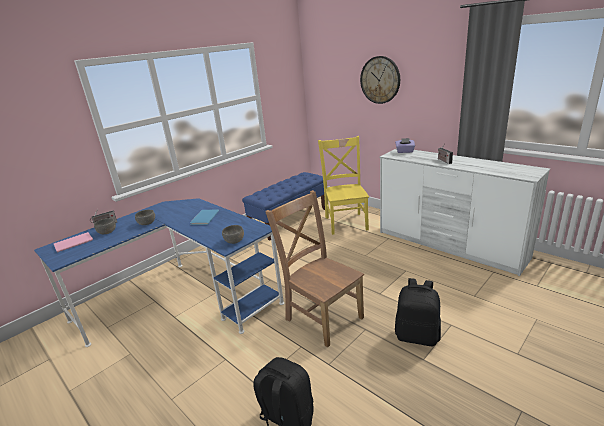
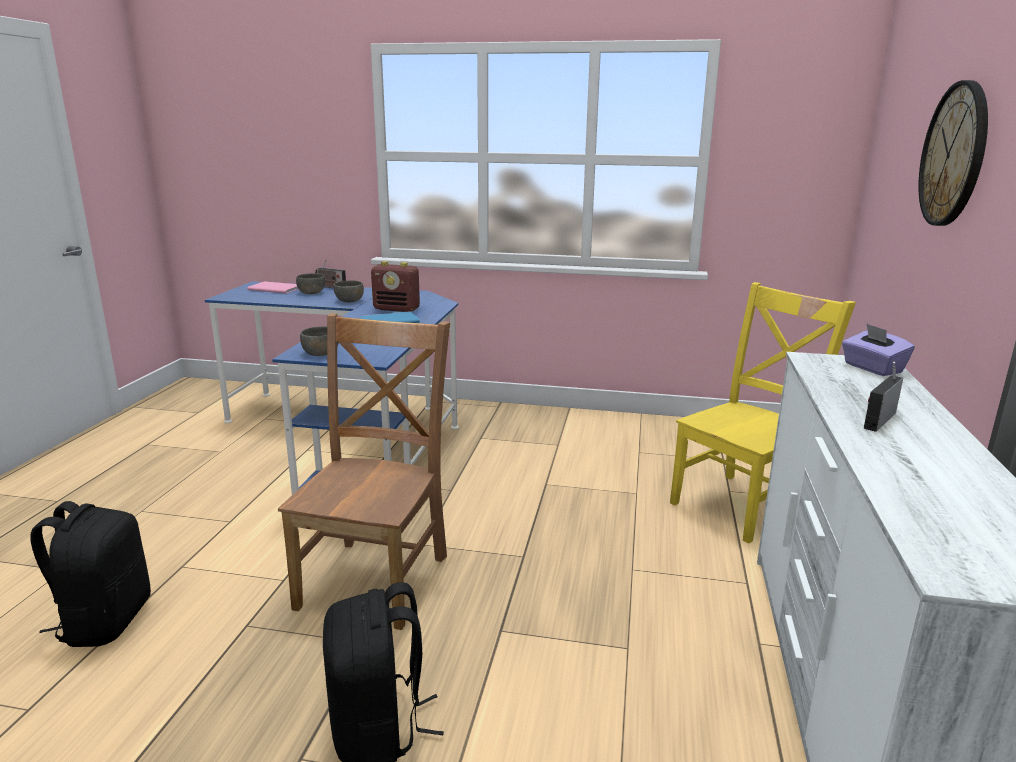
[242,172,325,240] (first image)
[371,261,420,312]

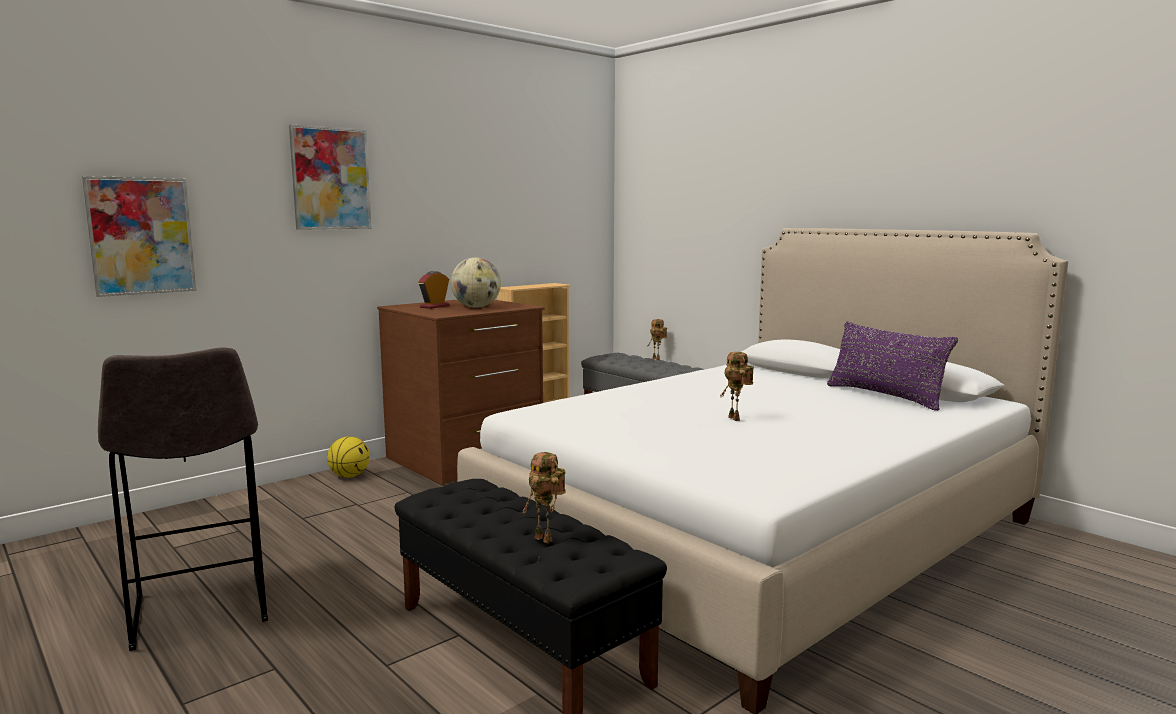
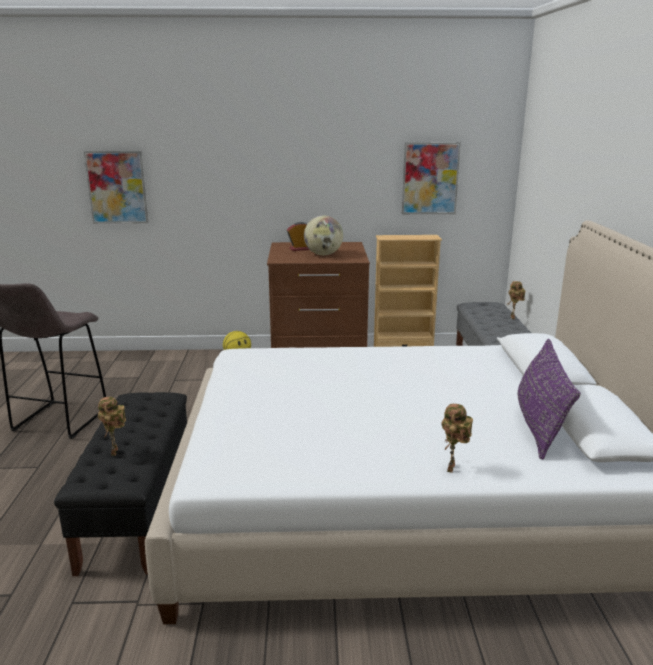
[402,142,461,214]
[442,404,473,473]

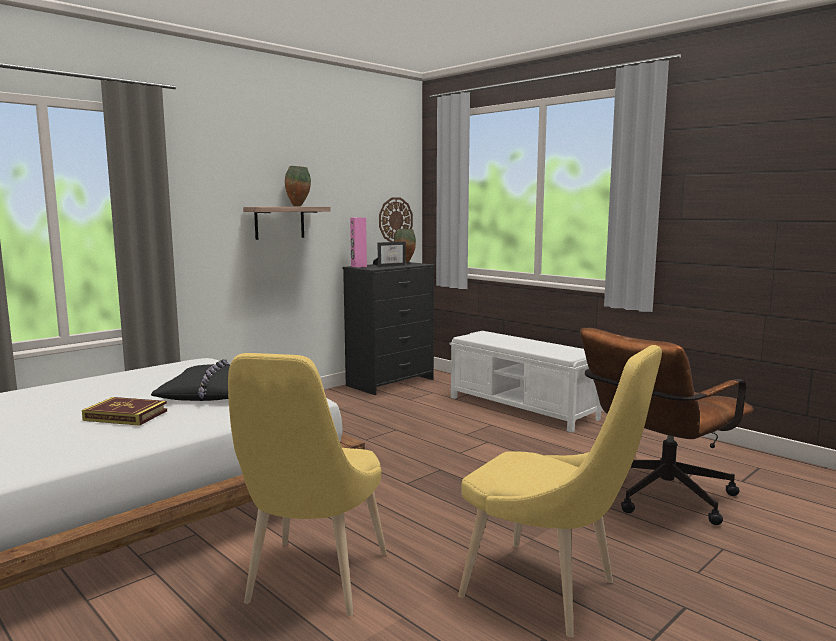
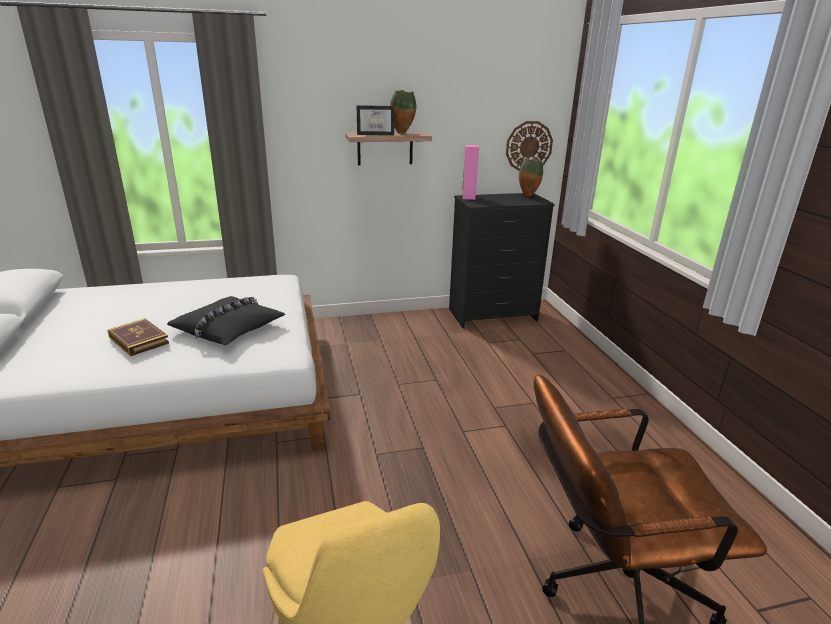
[228,353,387,616] (first image)
[357,105,395,135]
[450,331,601,433] (first image)

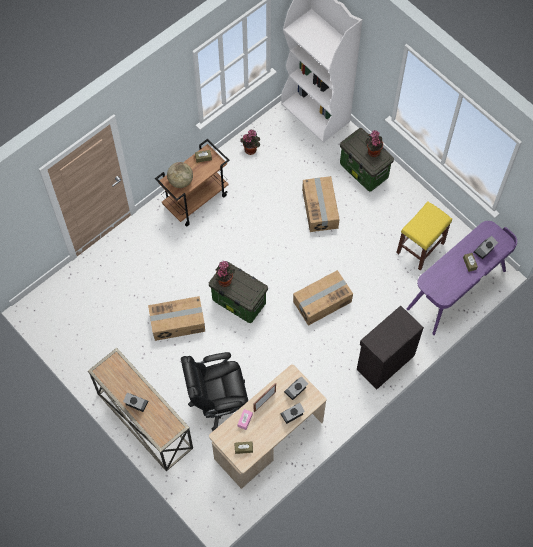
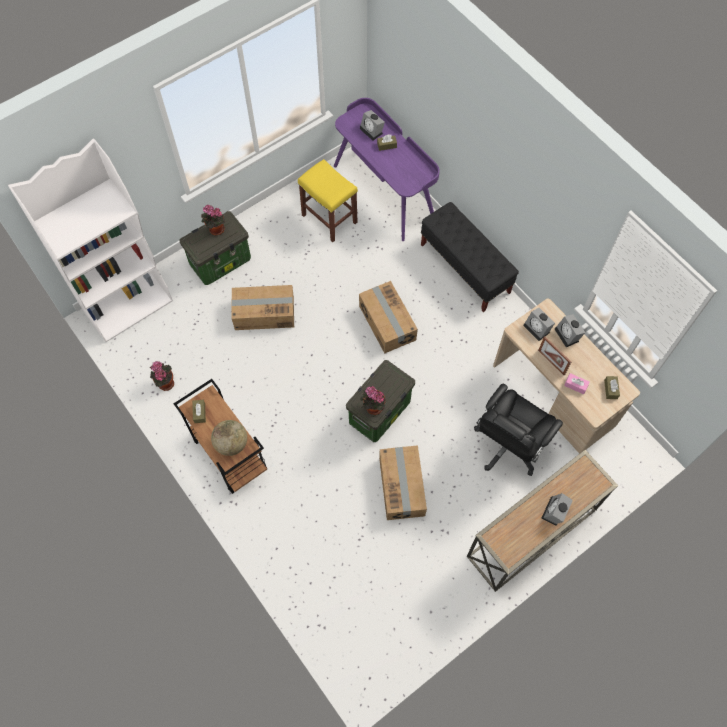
[474,384,563,476]
[421,202,519,312]

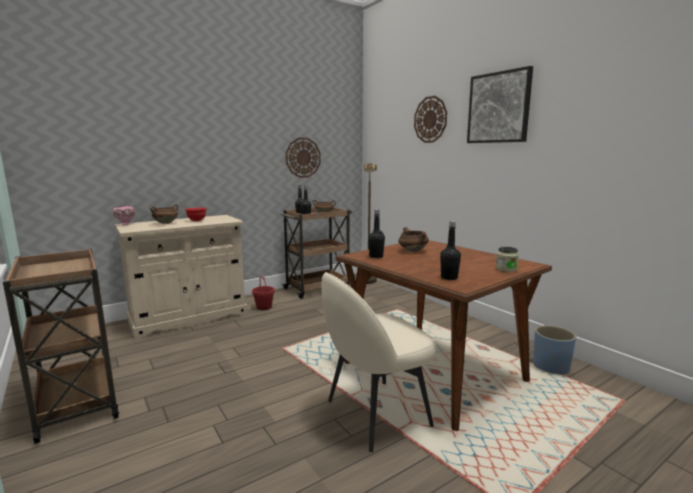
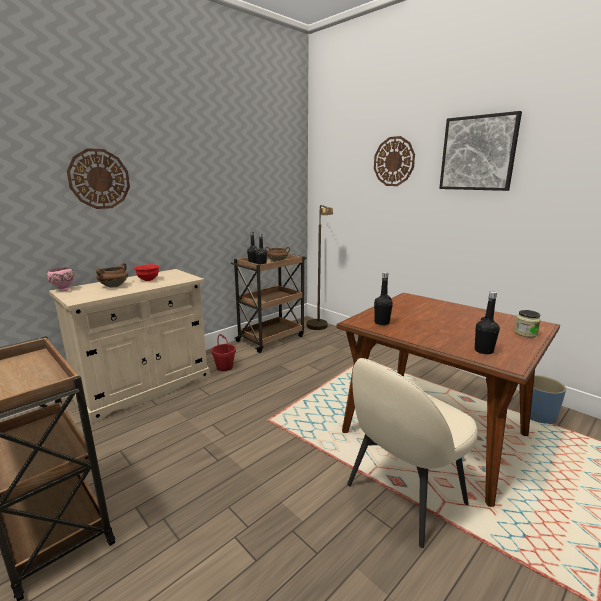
[67,148,130,209]
[398,227,429,252] (first image)

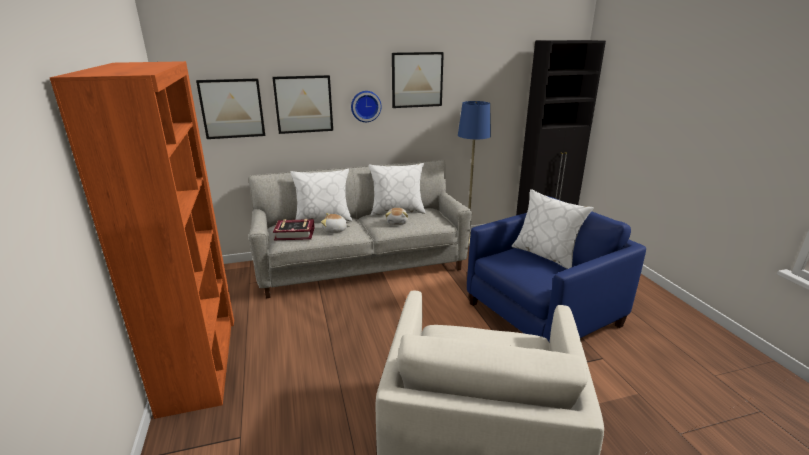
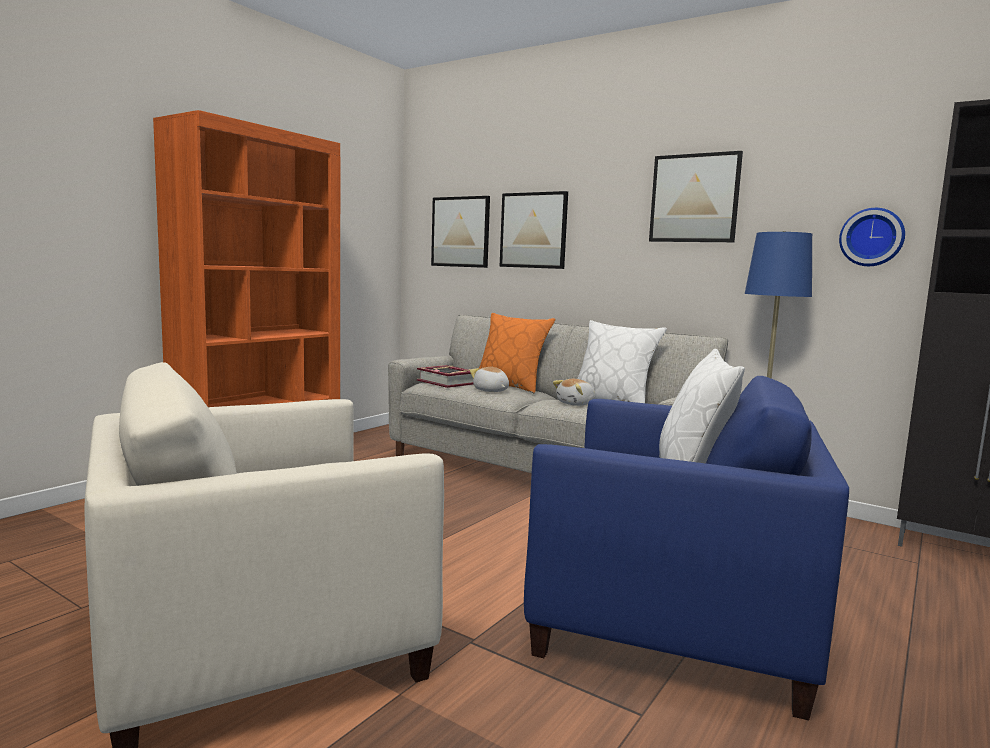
[479,313,555,393]
[839,208,905,266]

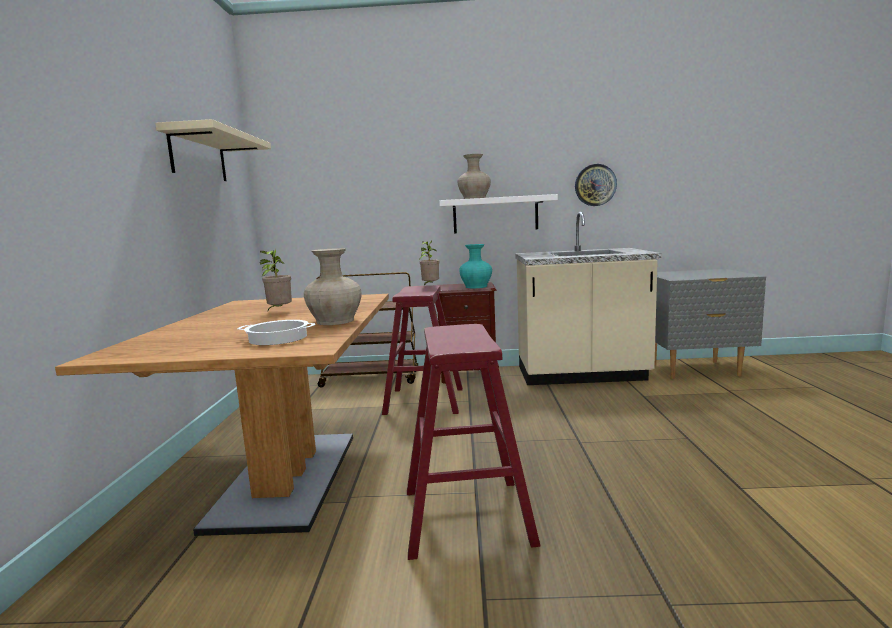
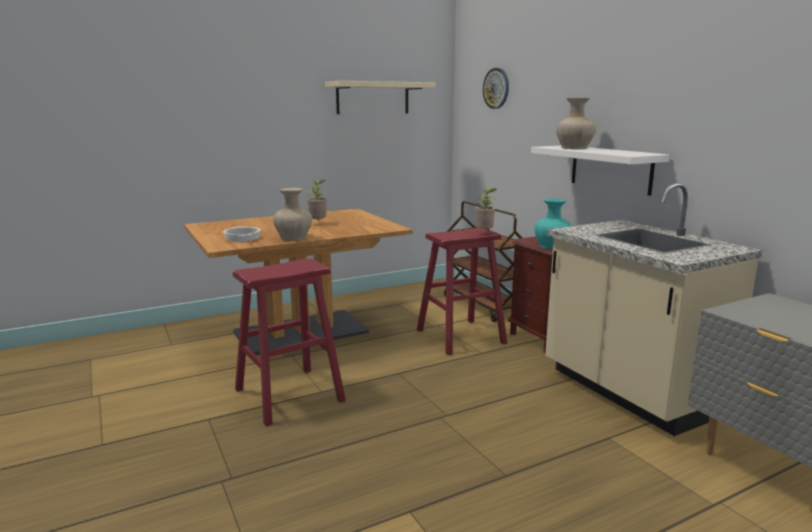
[483,68,509,109]

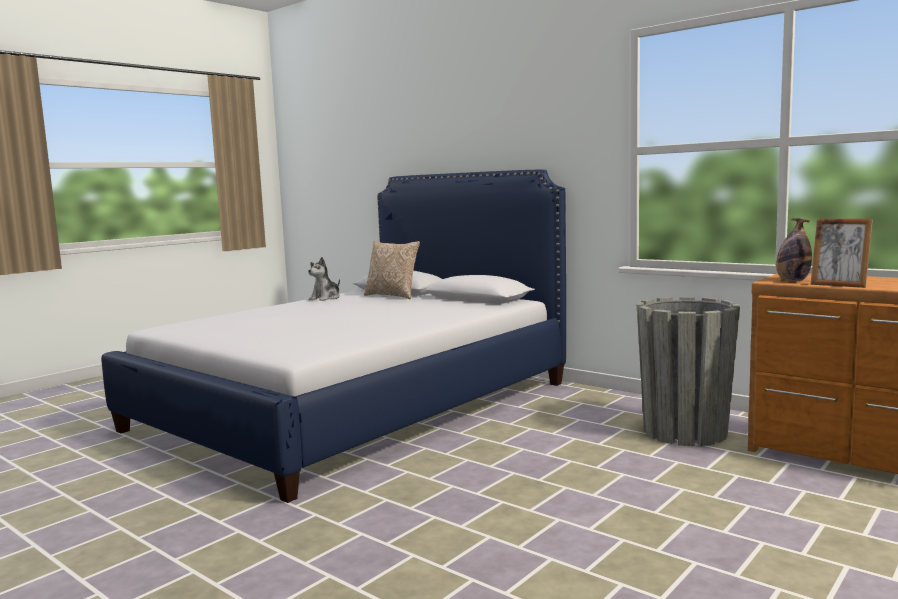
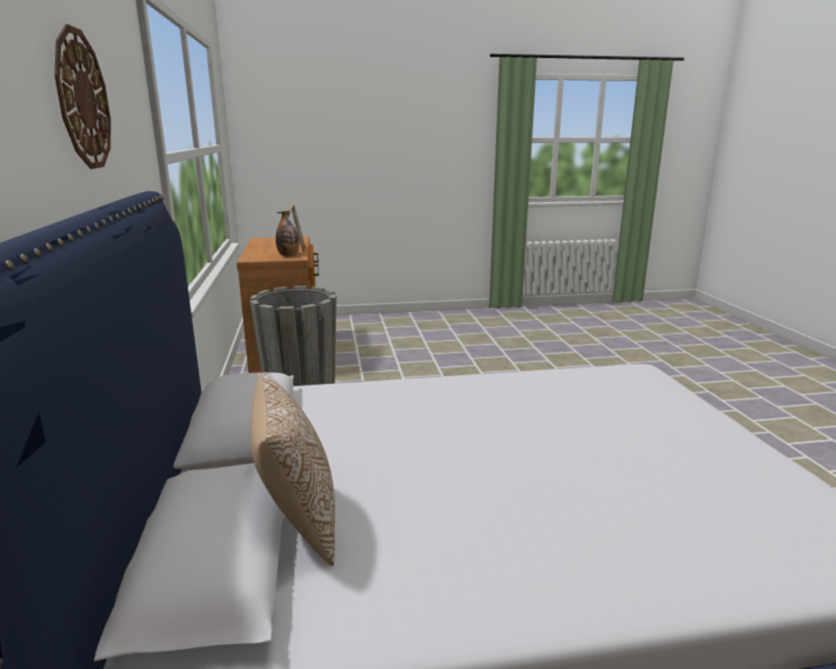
[308,257,340,301] (first image)
[55,24,111,169]

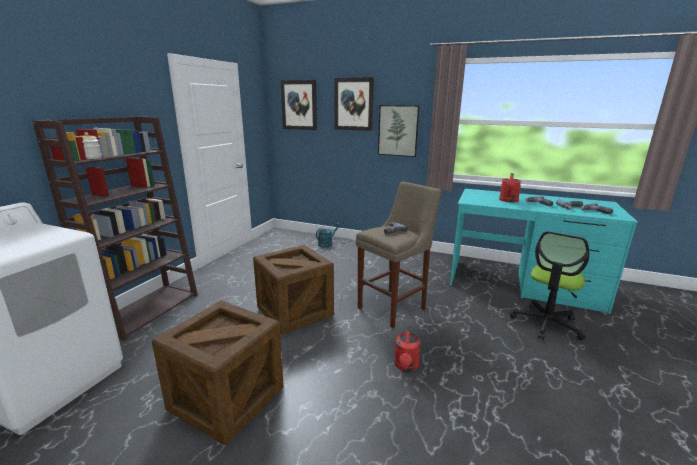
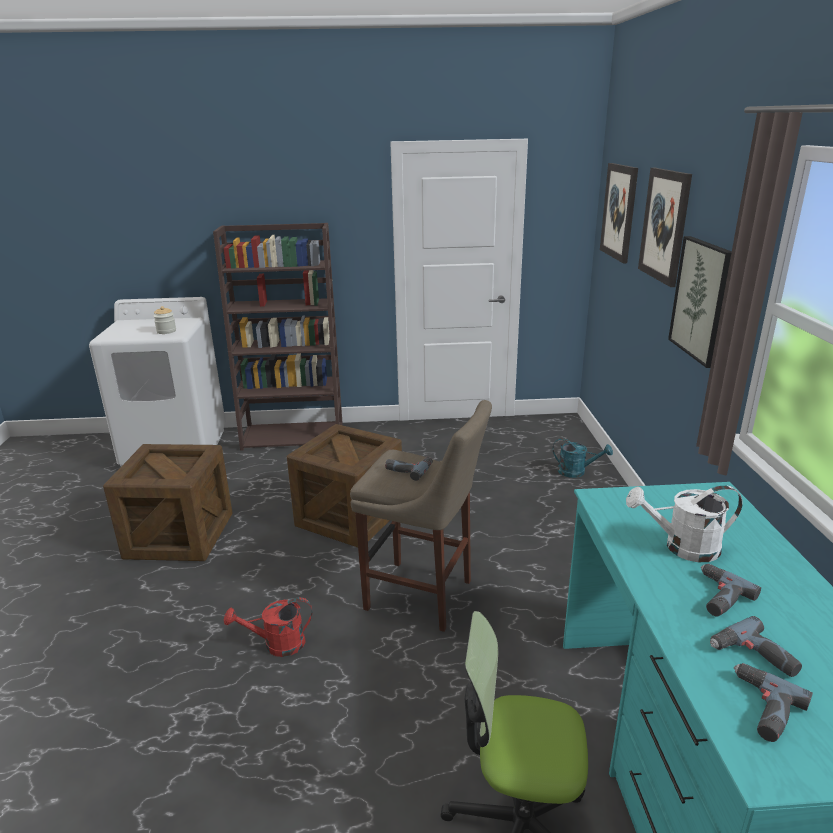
[153,306,176,334]
[626,486,743,562]

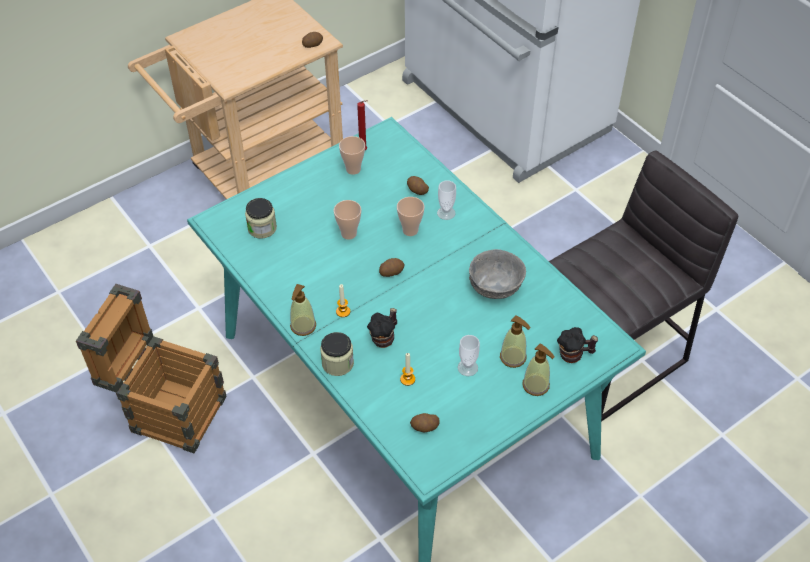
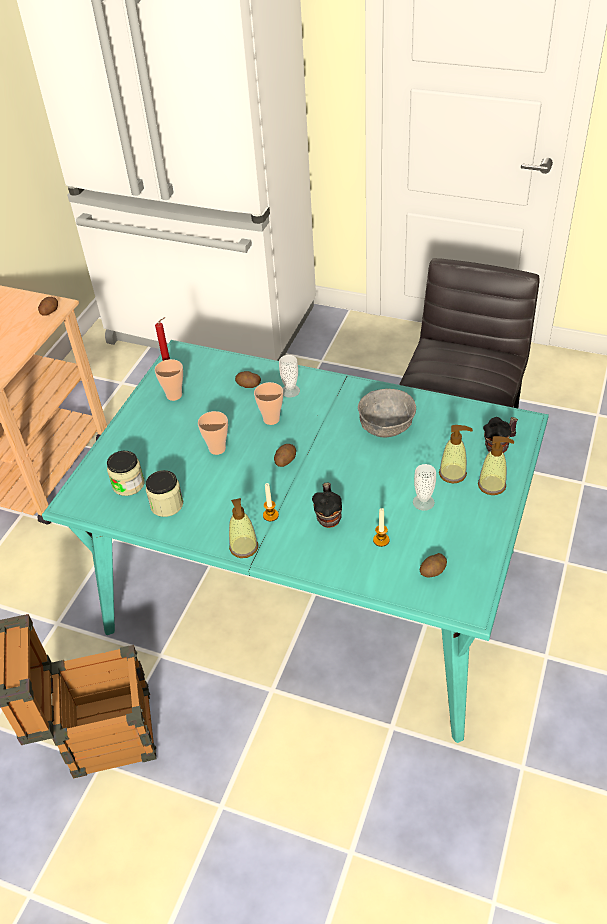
[146,470,183,517]

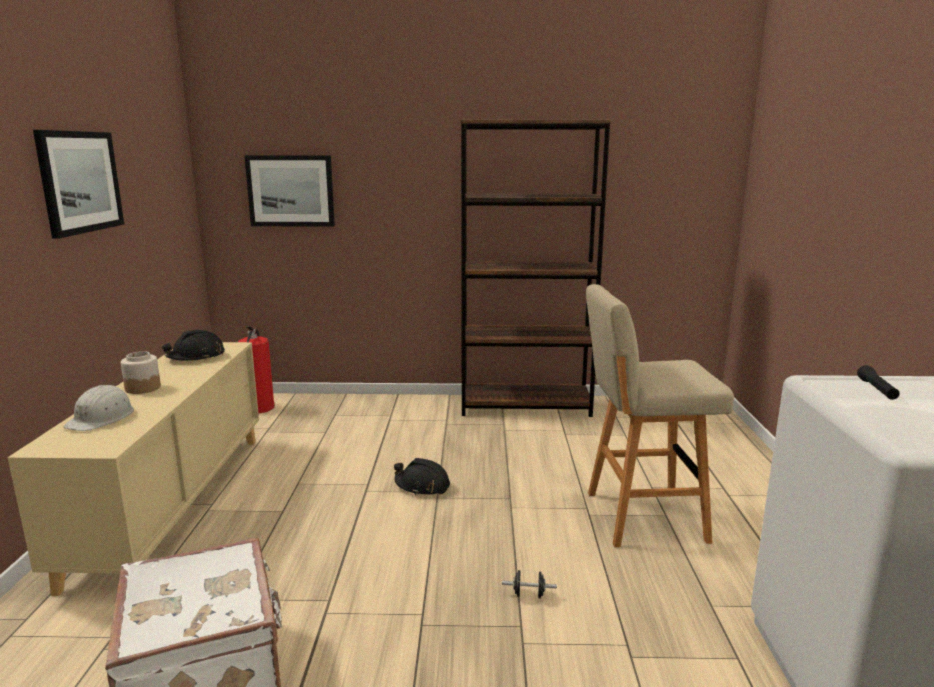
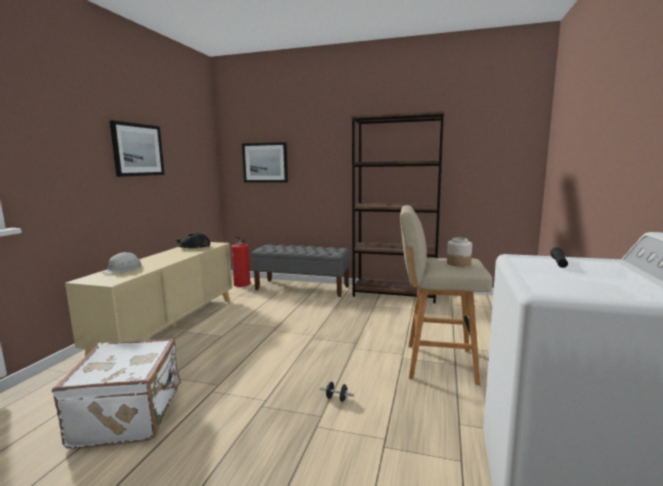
[447,238,472,267]
[394,458,450,495] (first image)
[251,245,350,297]

